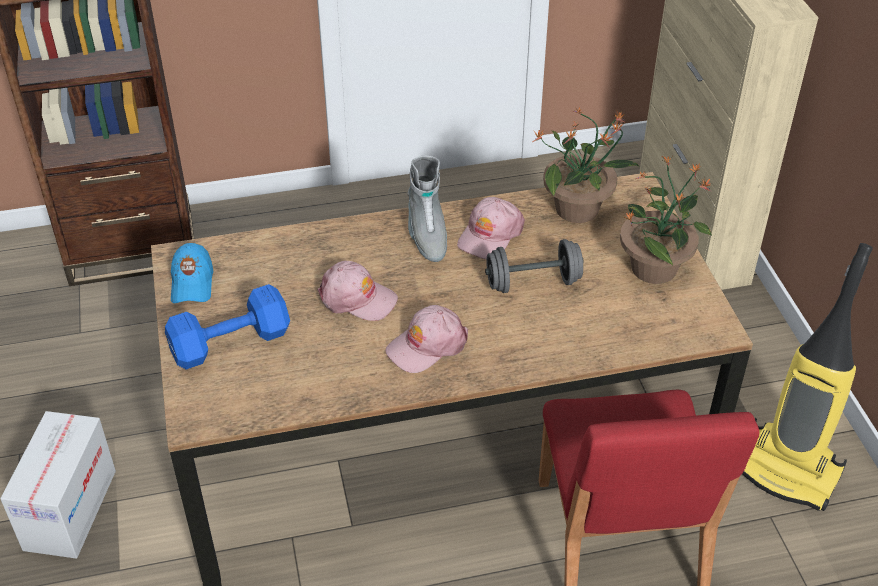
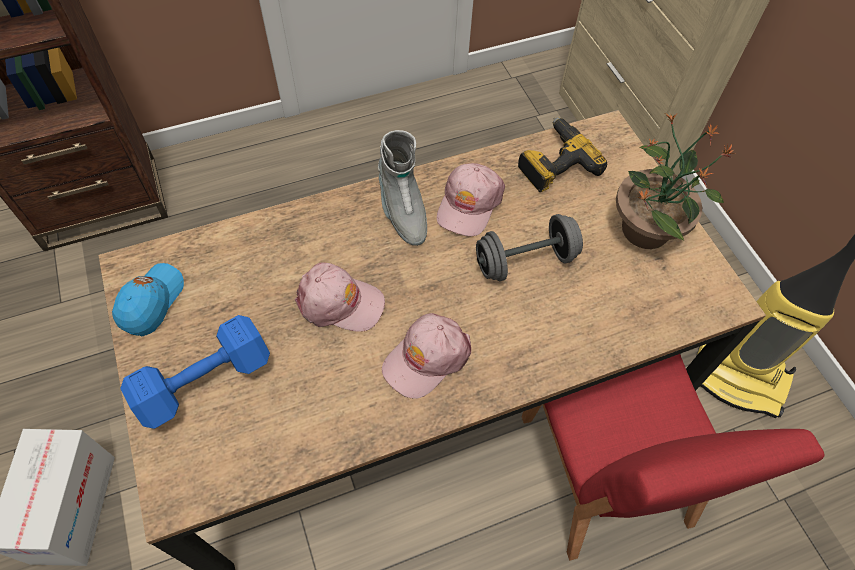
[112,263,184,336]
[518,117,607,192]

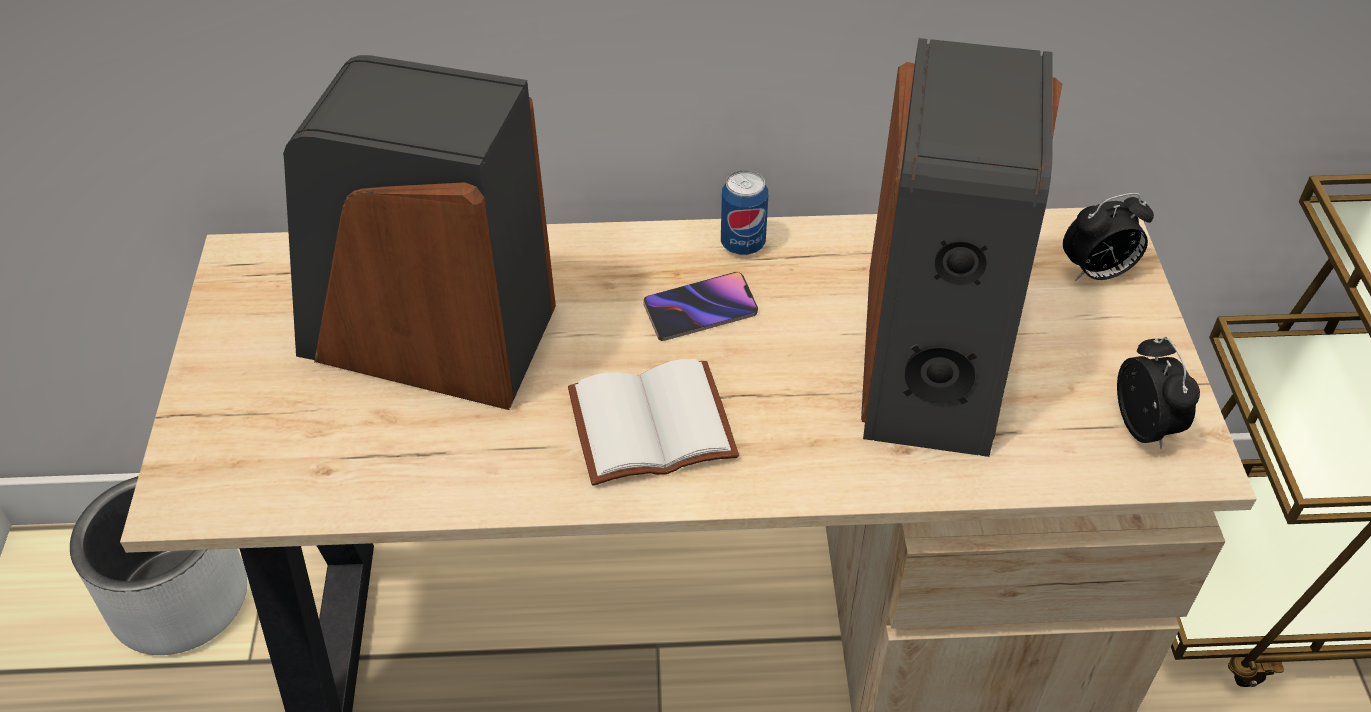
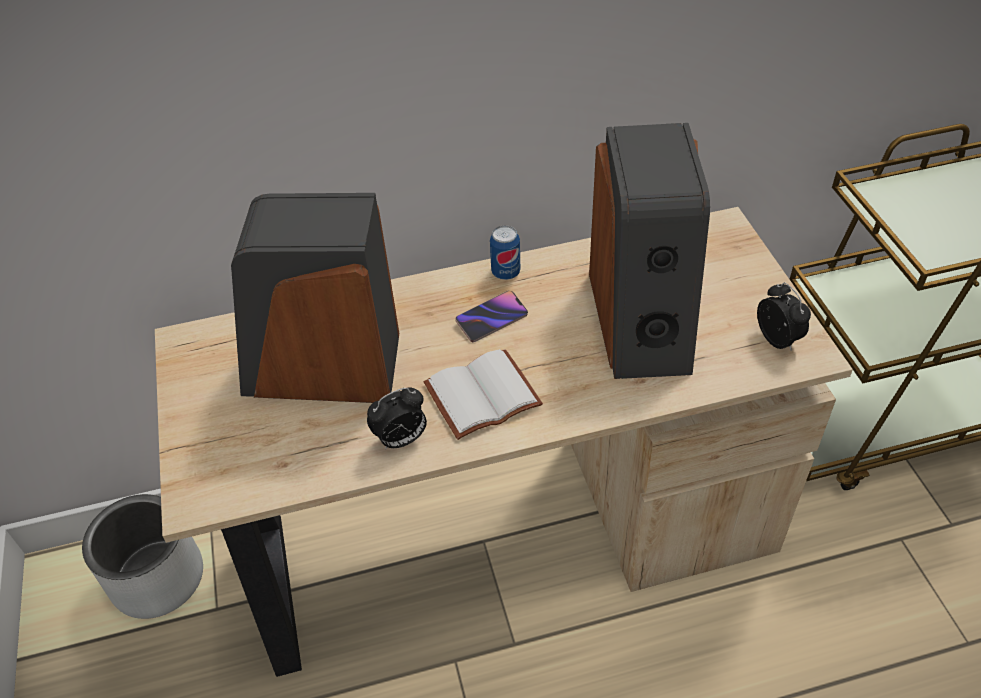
[367,387,427,450]

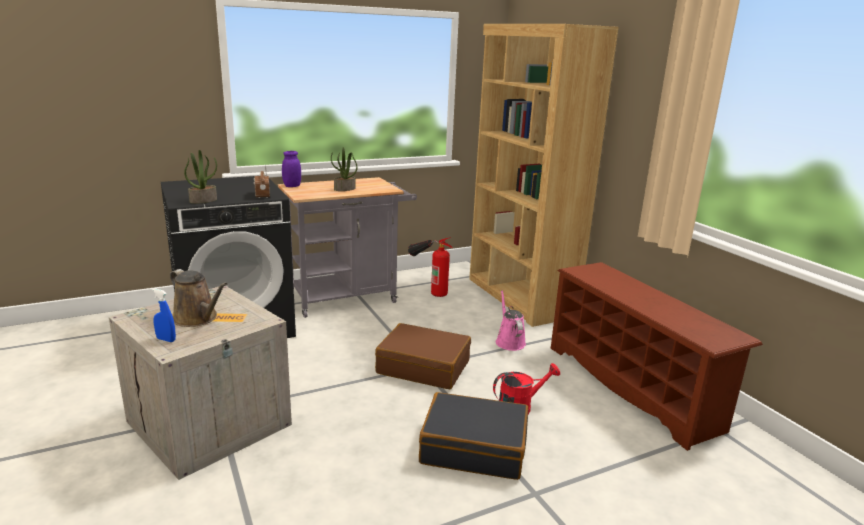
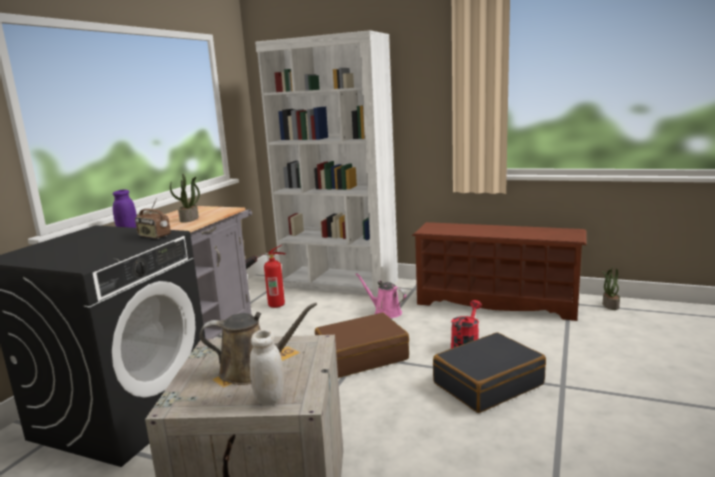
[250,330,284,406]
[602,267,620,310]
[255,30,398,297]

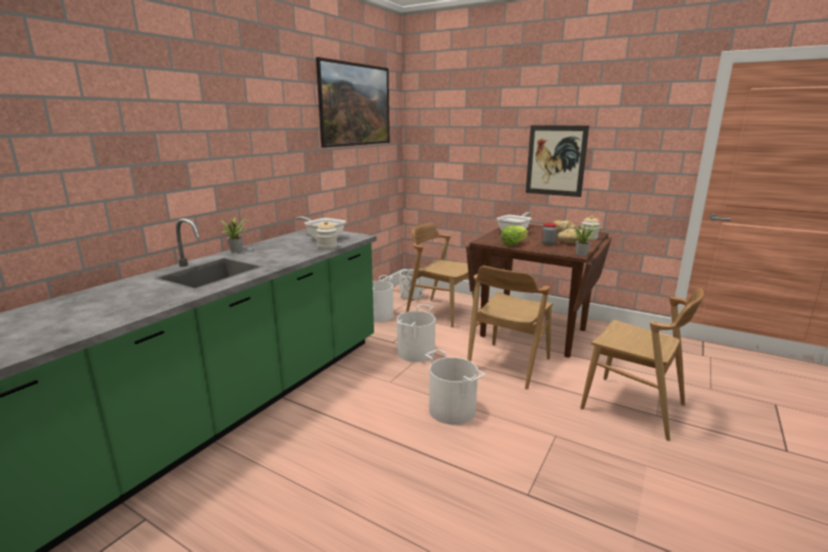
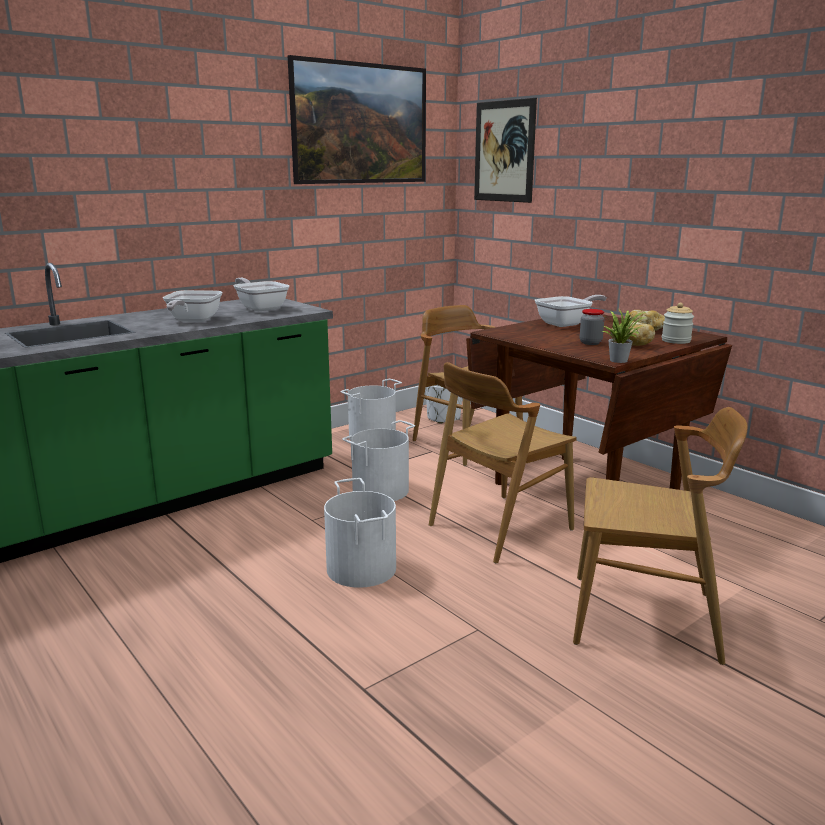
[221,217,247,252] (first image)
[316,221,337,250] (first image)
[501,226,529,246] (first image)
[474,98,537,203]
[573,407,748,665]
[163,290,223,322]

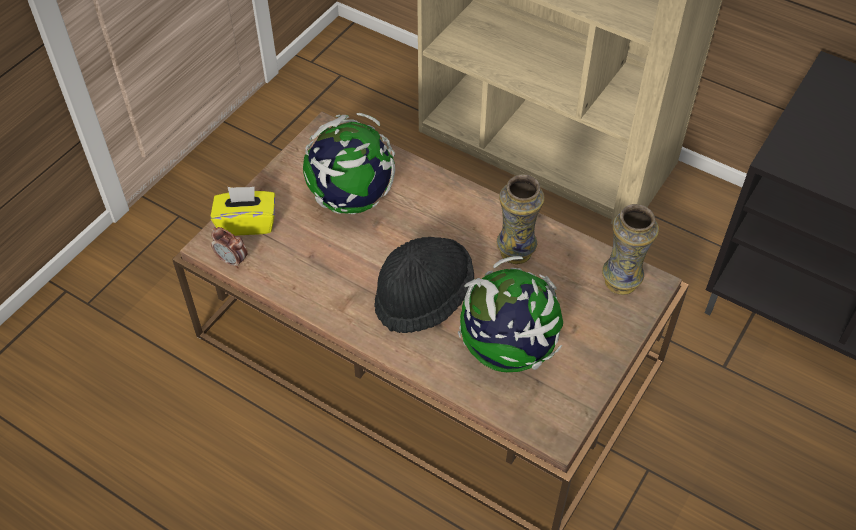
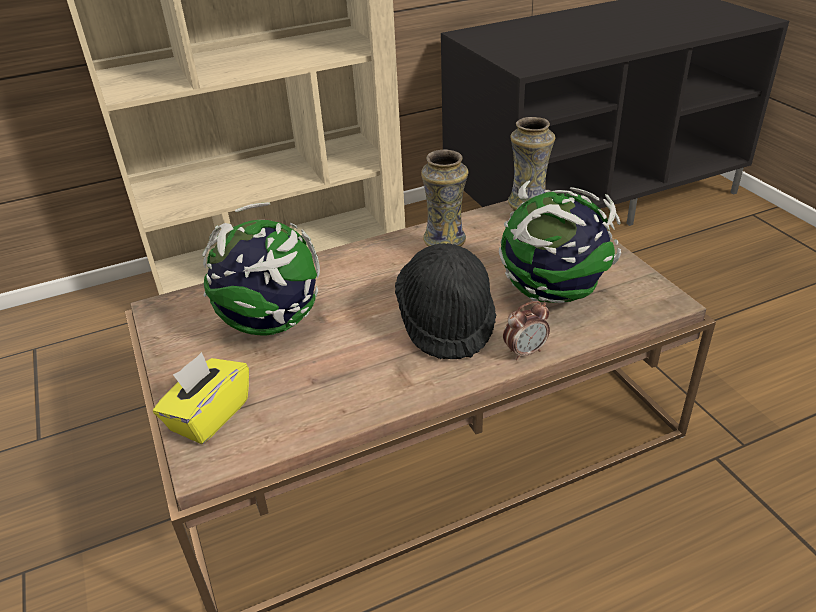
[503,301,550,360]

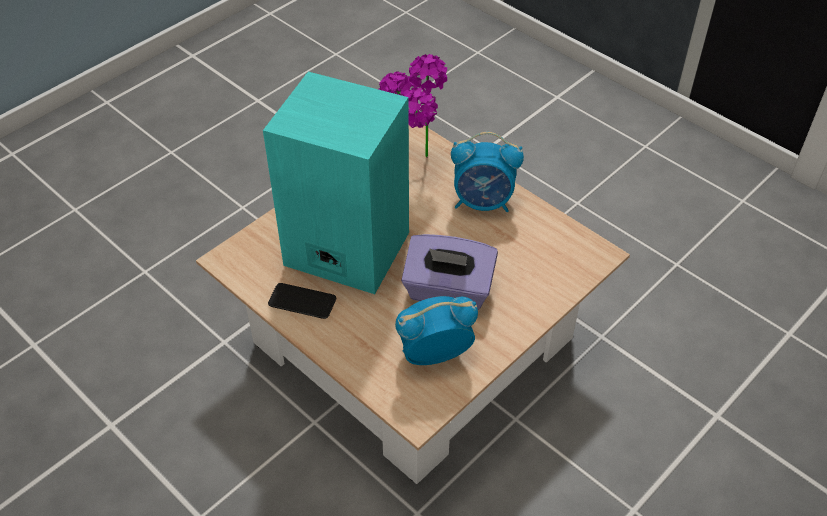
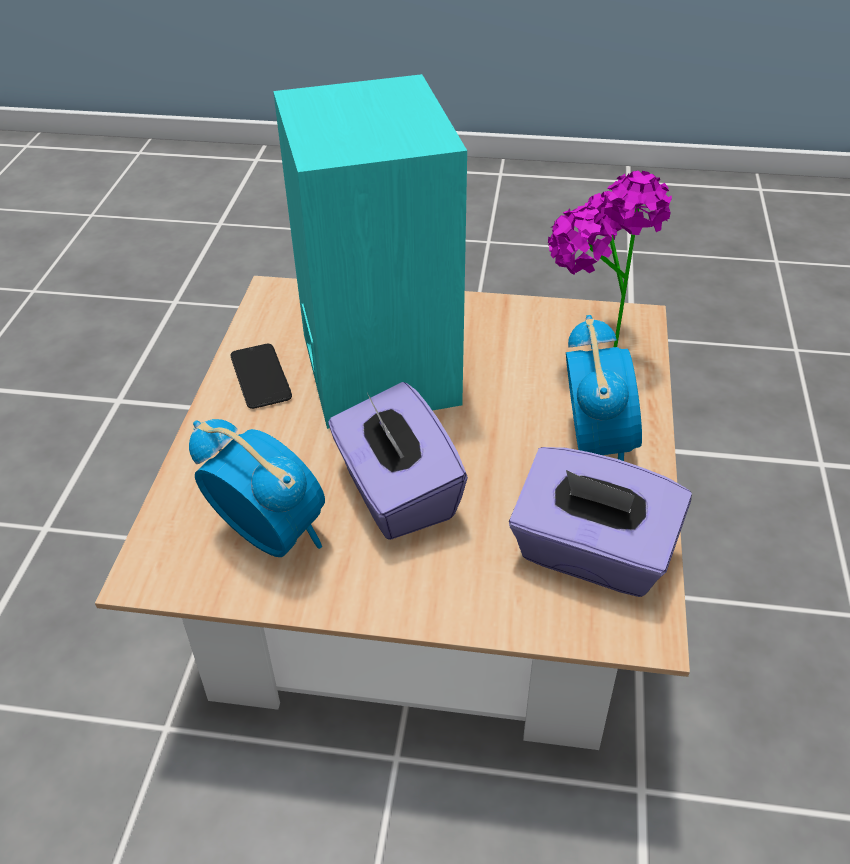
[566,315,642,461]
[509,447,692,597]

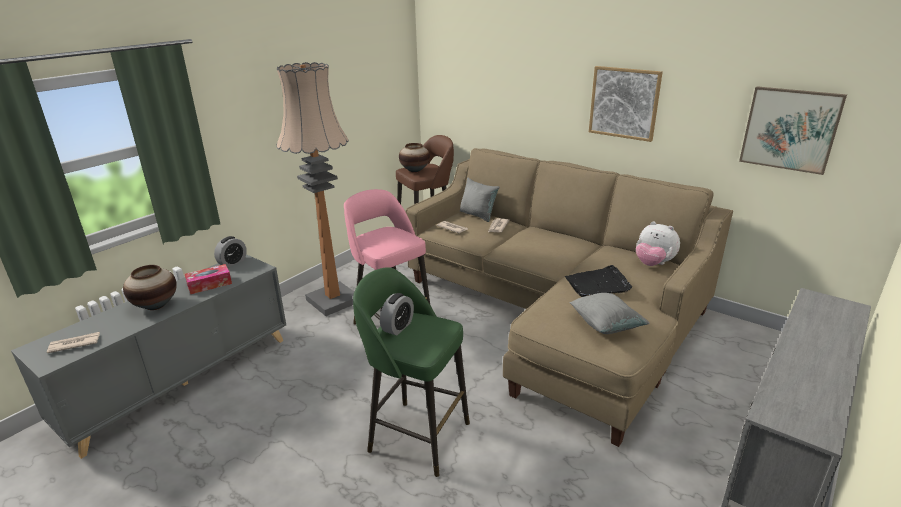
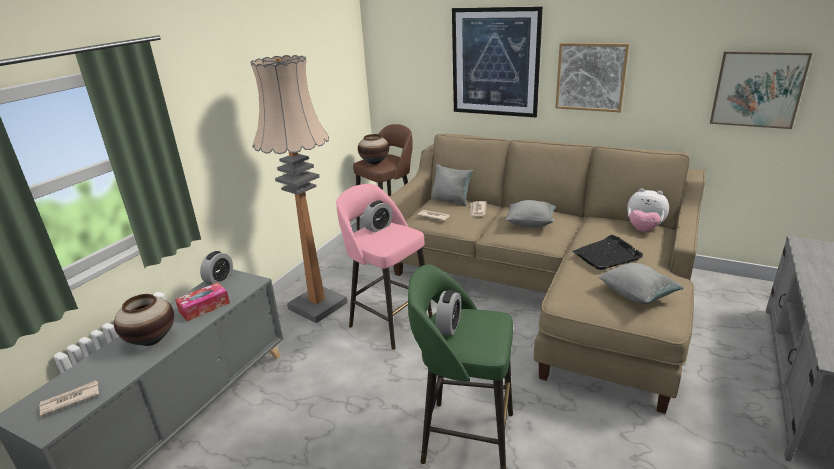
[363,200,392,232]
[452,6,543,117]
[506,200,556,227]

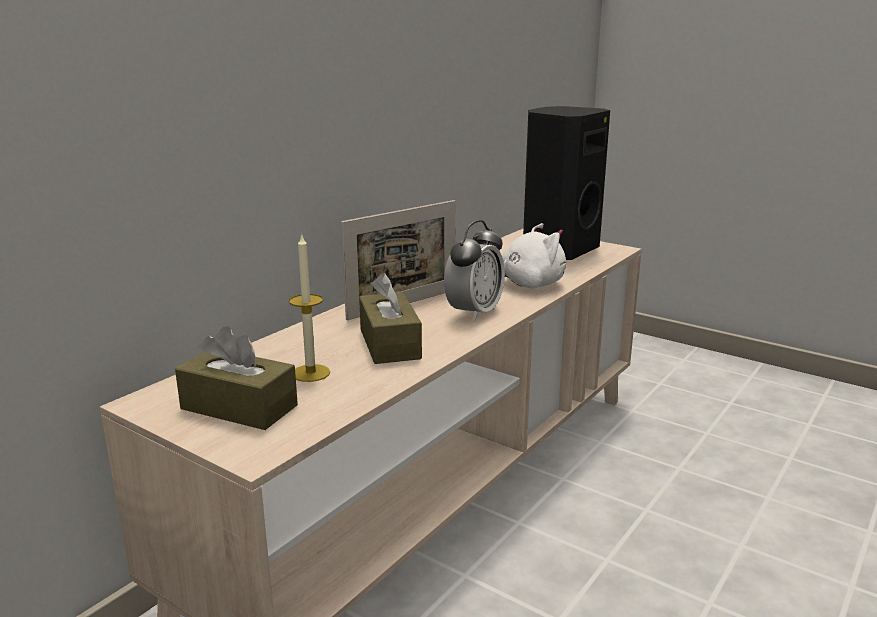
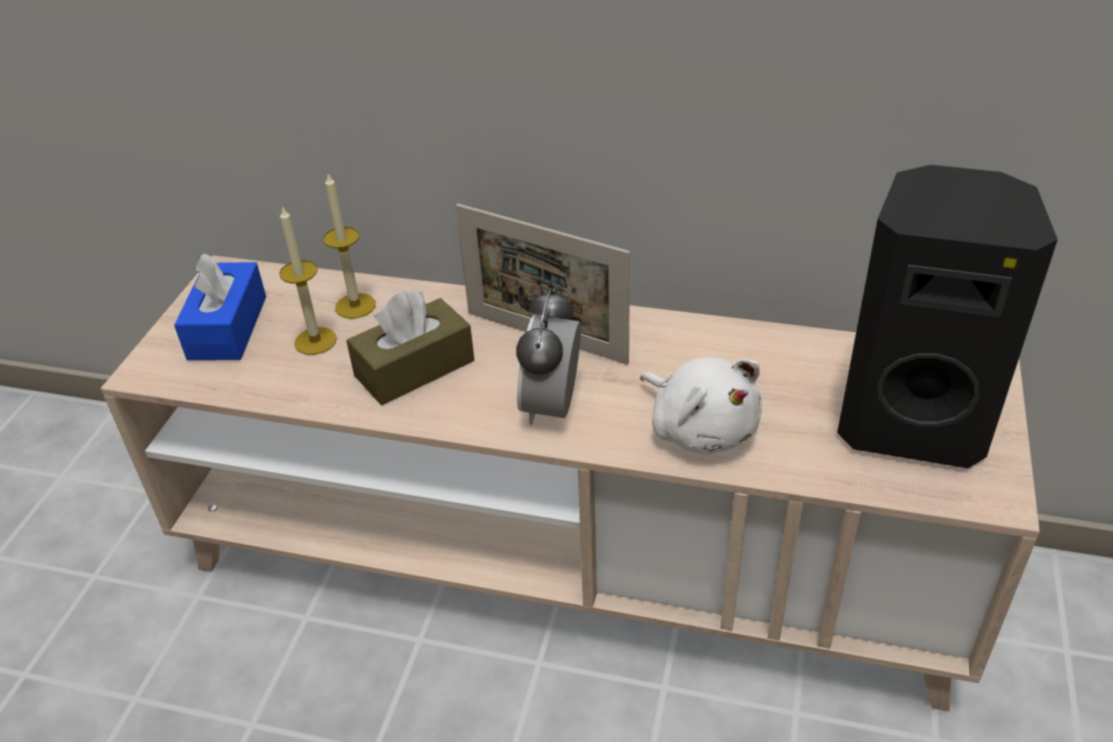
[174,254,266,360]
[516,288,581,425]
[323,172,376,319]

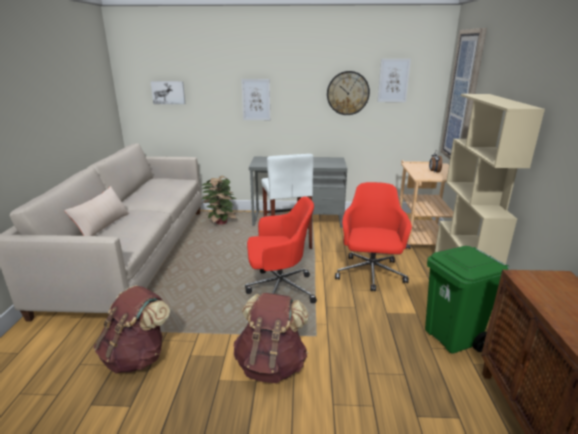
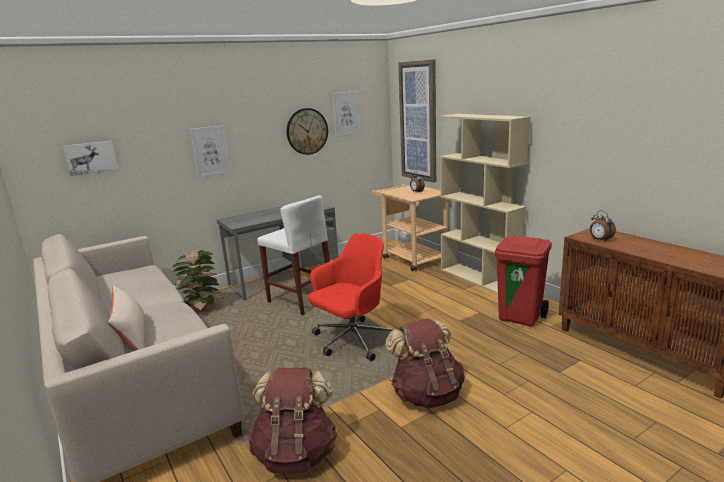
[335,182,412,291] (first image)
[495,236,552,326]
[590,210,616,242]

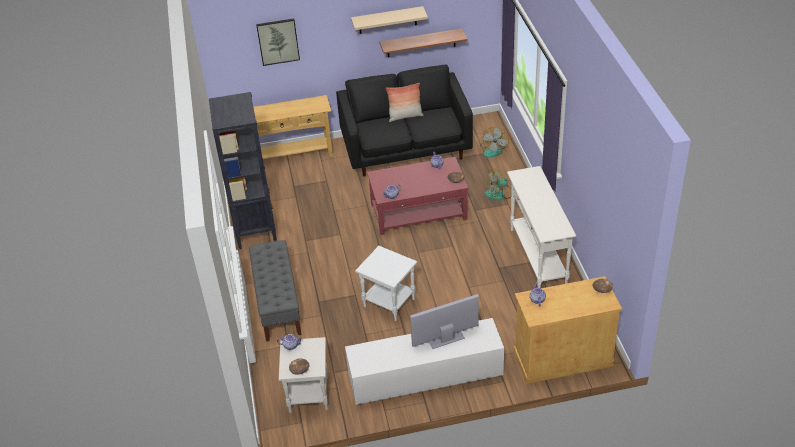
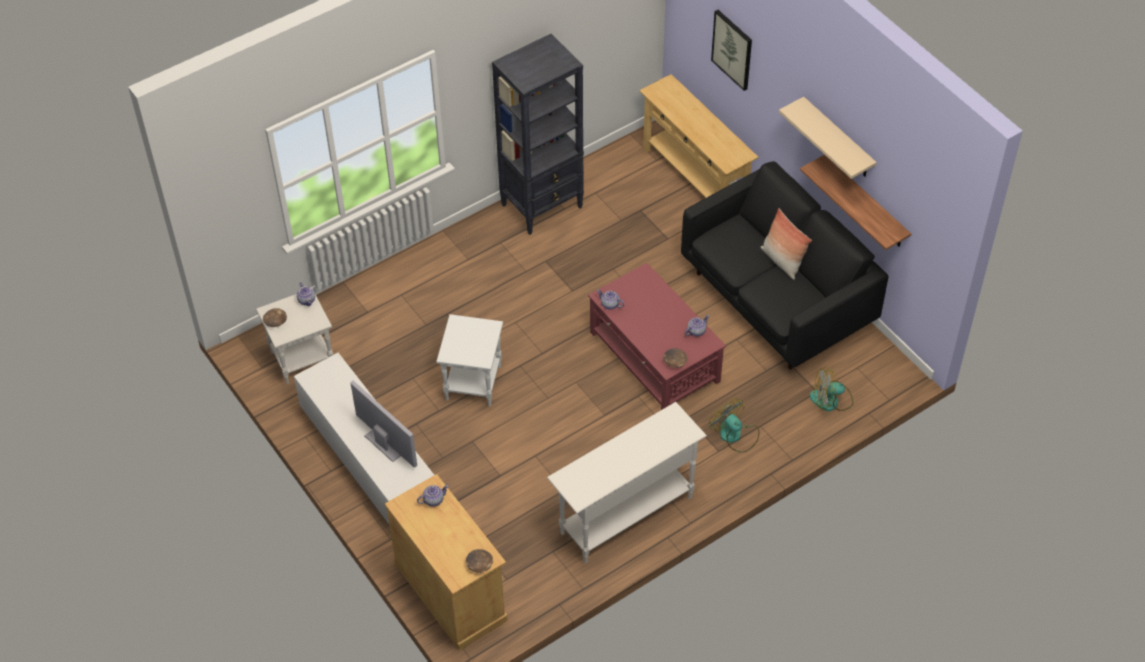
[249,240,302,342] (first image)

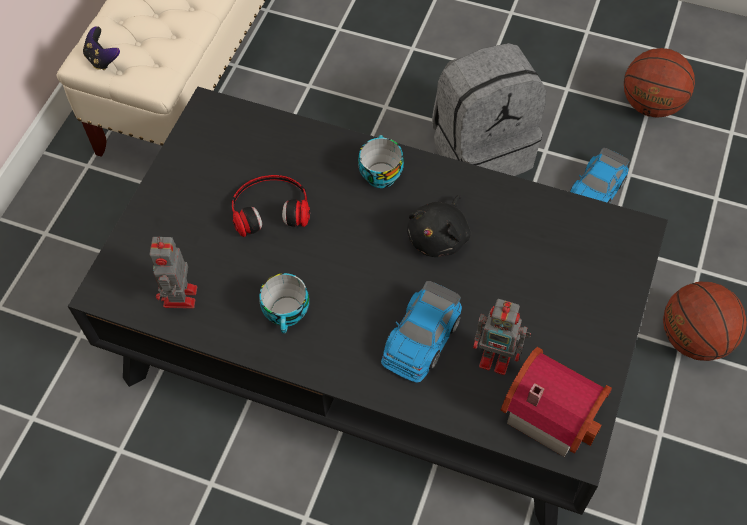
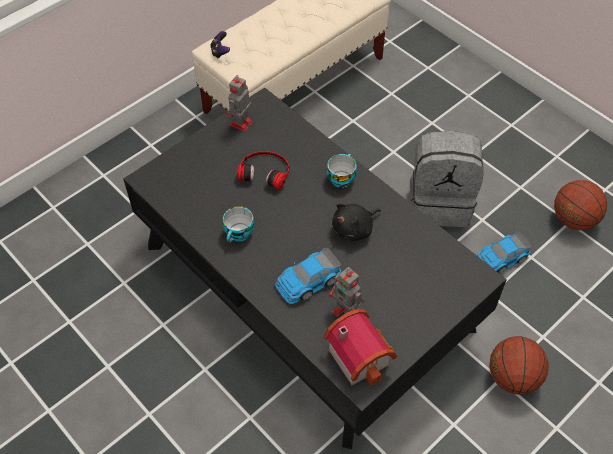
[226,75,253,132]

